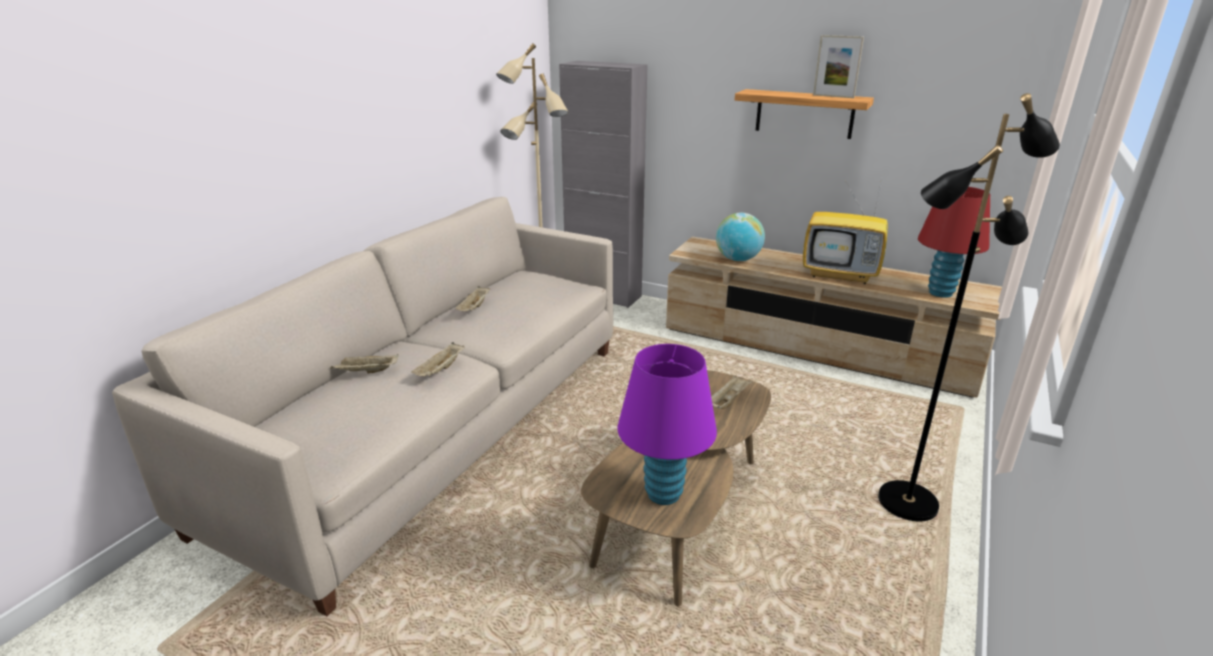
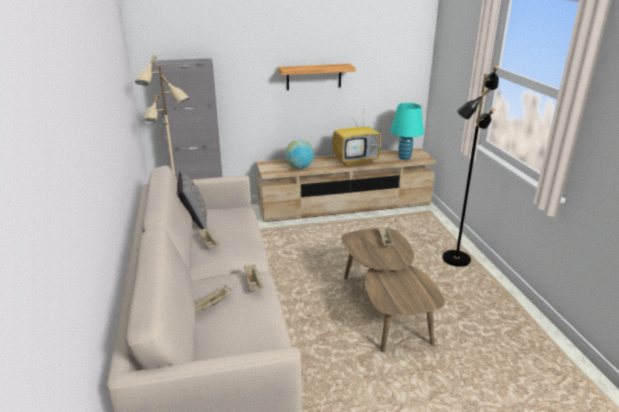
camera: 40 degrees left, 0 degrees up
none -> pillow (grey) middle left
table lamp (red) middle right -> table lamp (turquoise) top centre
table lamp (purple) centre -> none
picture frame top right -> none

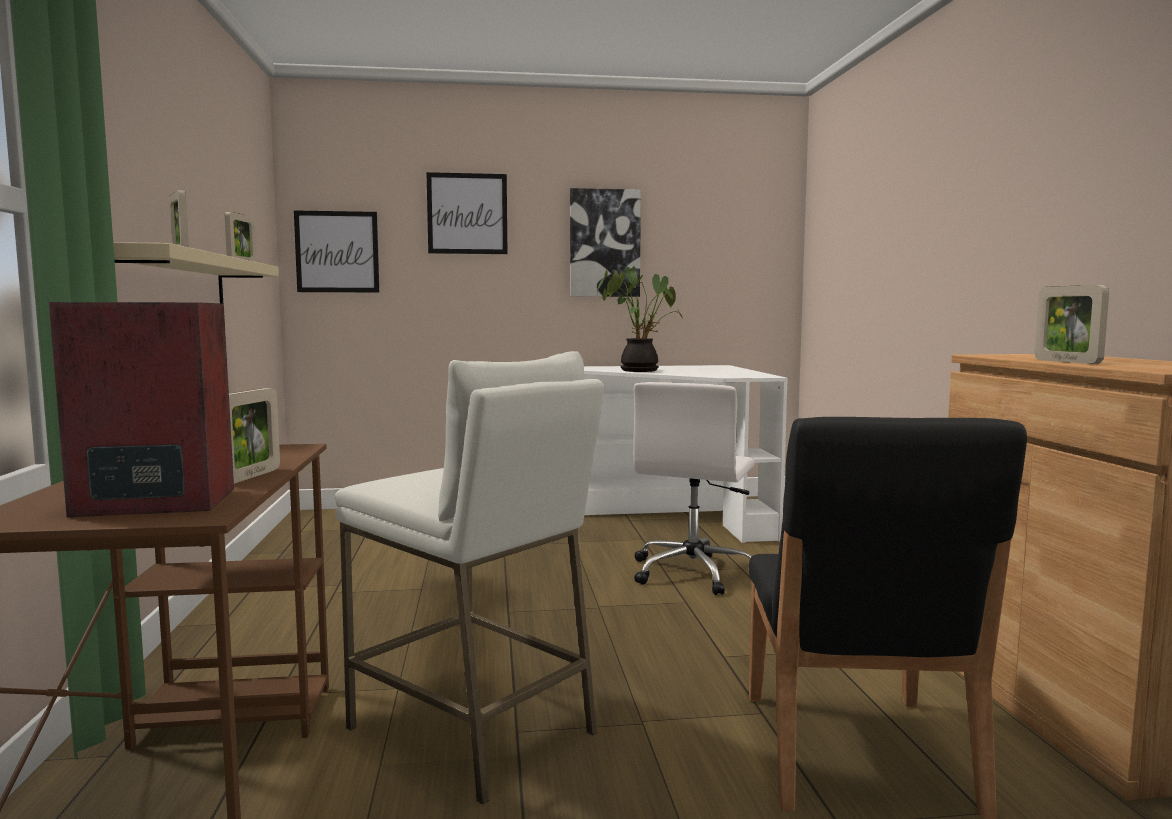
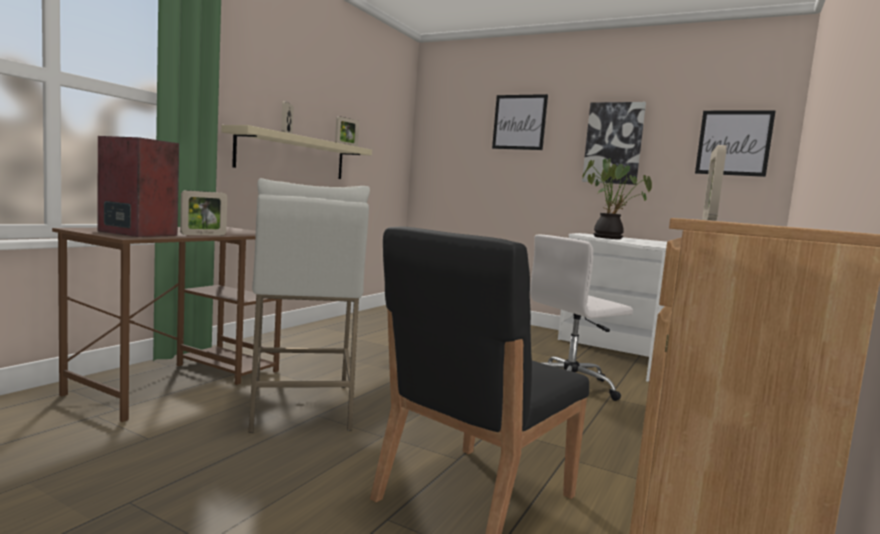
camera: 35 degrees right, 0 degrees up
picture (1st from left in the first image) top left -> picture (3rd from left) top right, moved

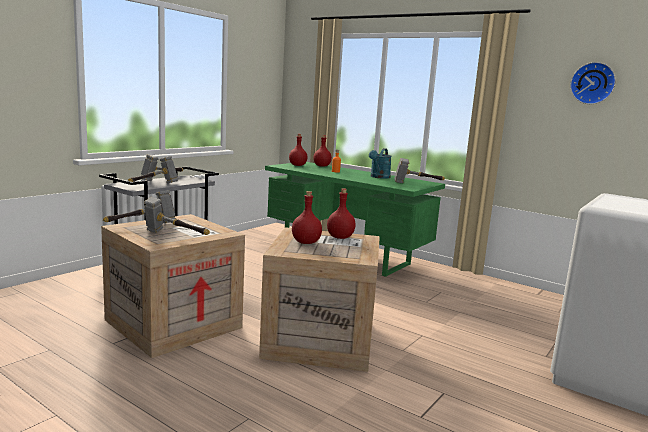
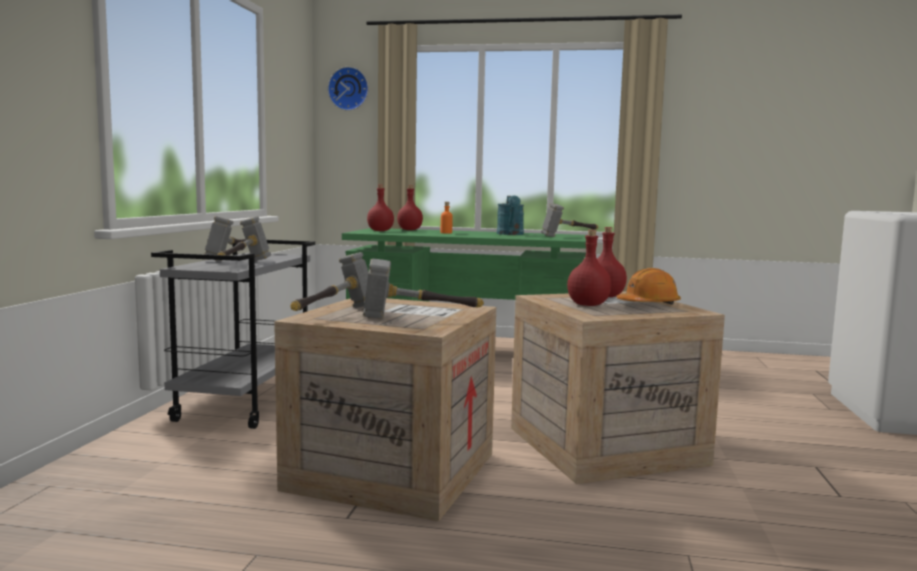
camera: 25 degrees left, 5 degrees down
wall clock top right -> wall clock top centre, moved
none -> hard hat (orange) middle right

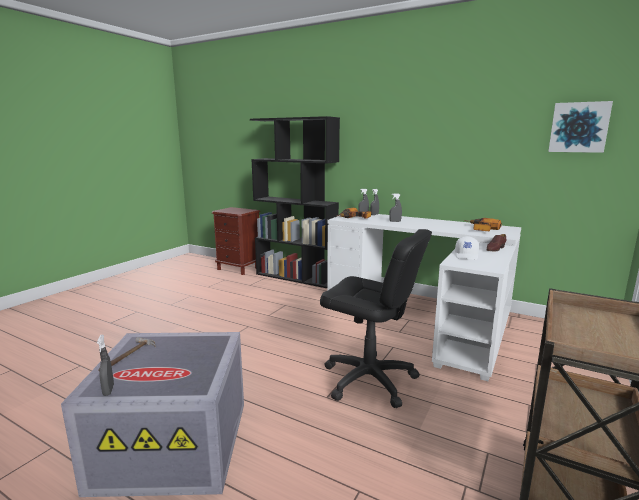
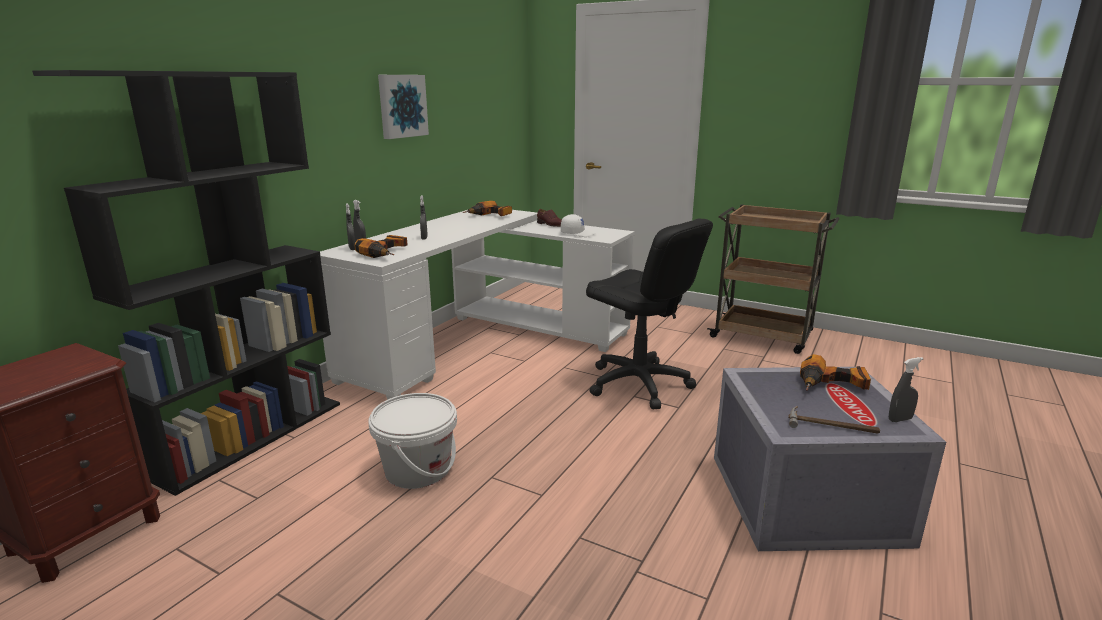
camera: 90 degrees left, 5 degrees up
none -> bucket (white) bottom centre
picture top right -> picture top centre, moved
office chair (black) centre, 105 degrees clockwise
none -> power drill (3rd from left) middle right

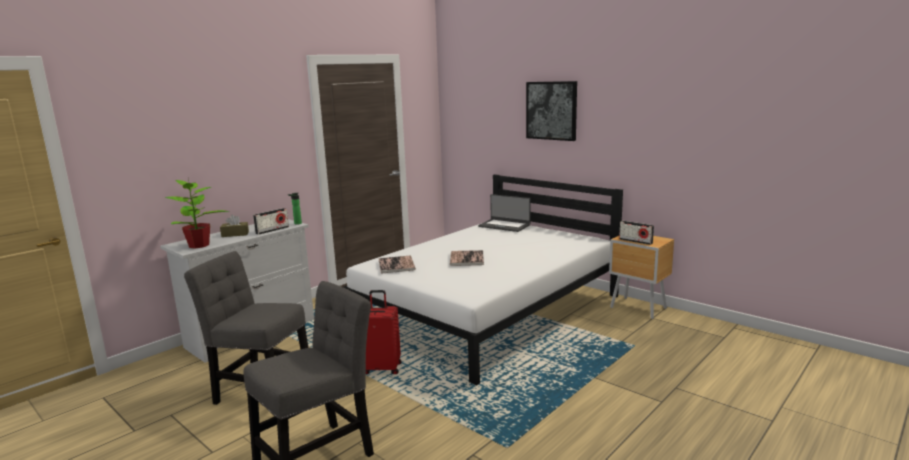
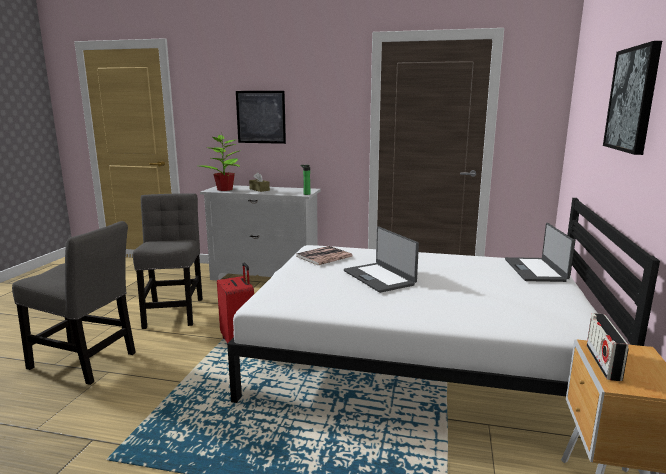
camera: 60 degrees right, 0 degrees up
none -> picture (1st from left) top centre
book (2nd from left) centre -> laptop (1st from left) centre
radio (1st from left) middle left -> none

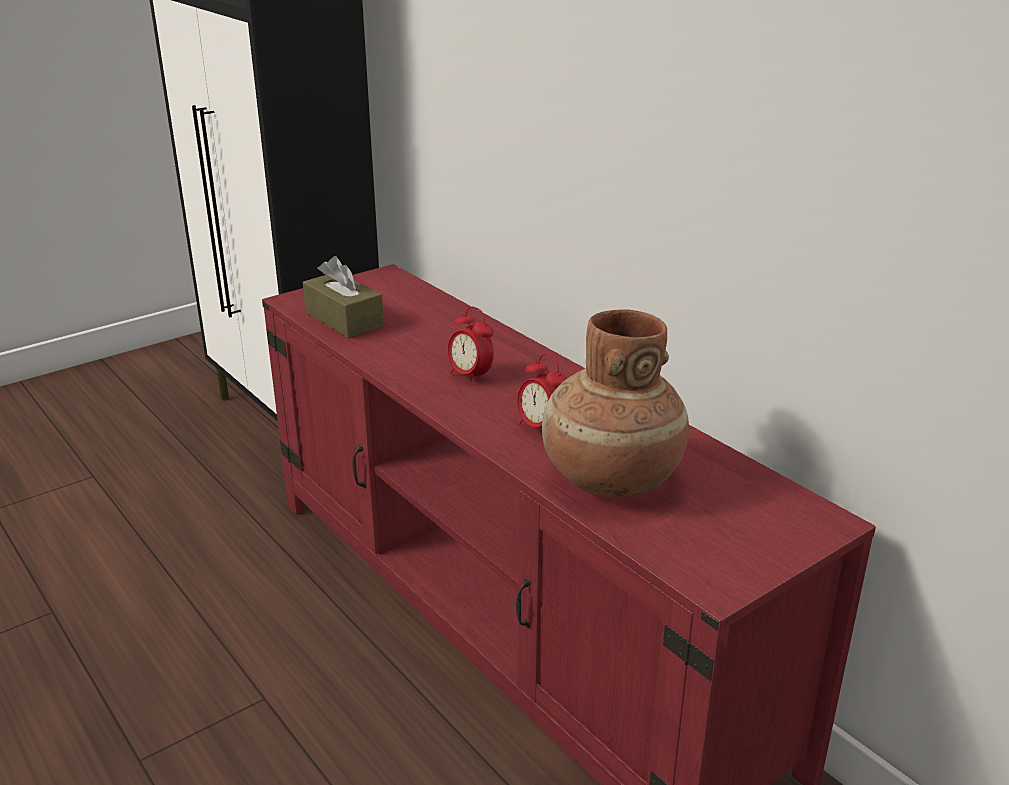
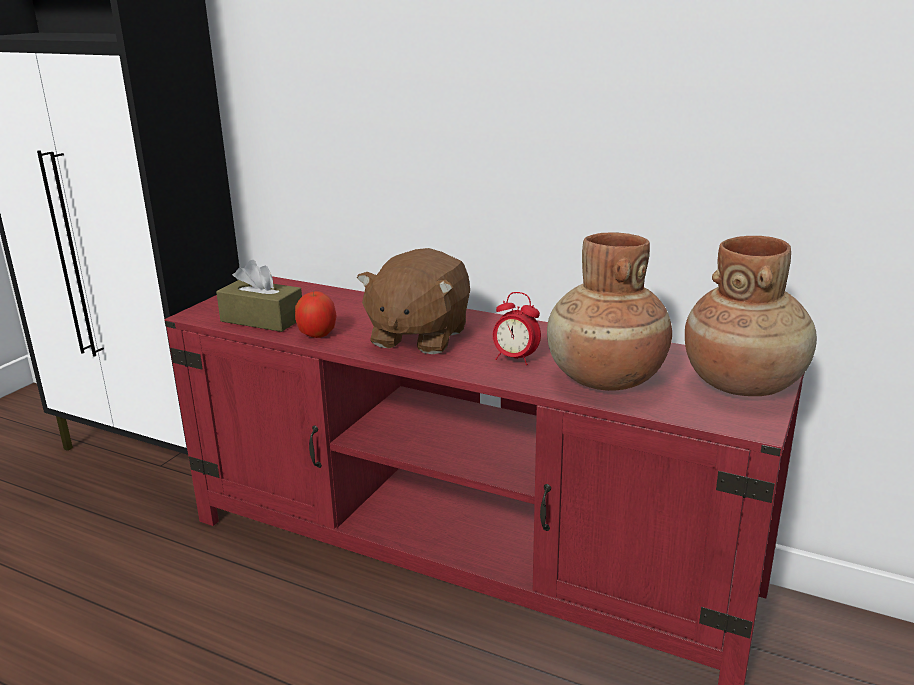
camera: 25 degrees left, 5 degrees down
none -> apple centre
alarm clock (1st from left) centre -> plush toy (brown) centre
none -> vase (brown) (2nd from left) middle right

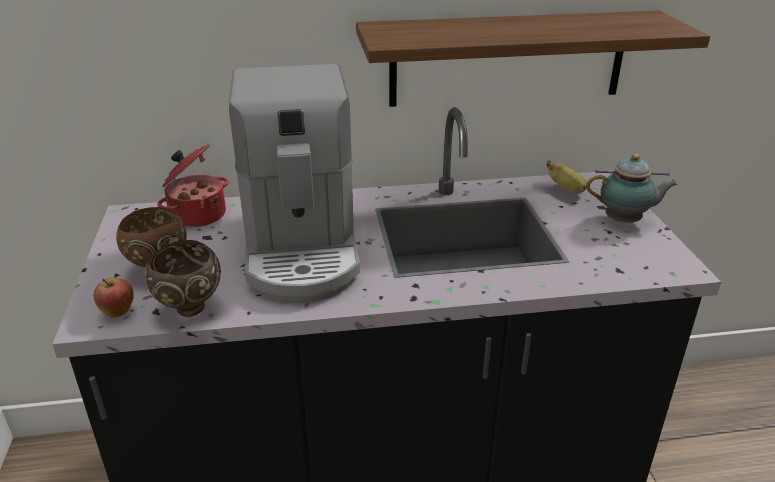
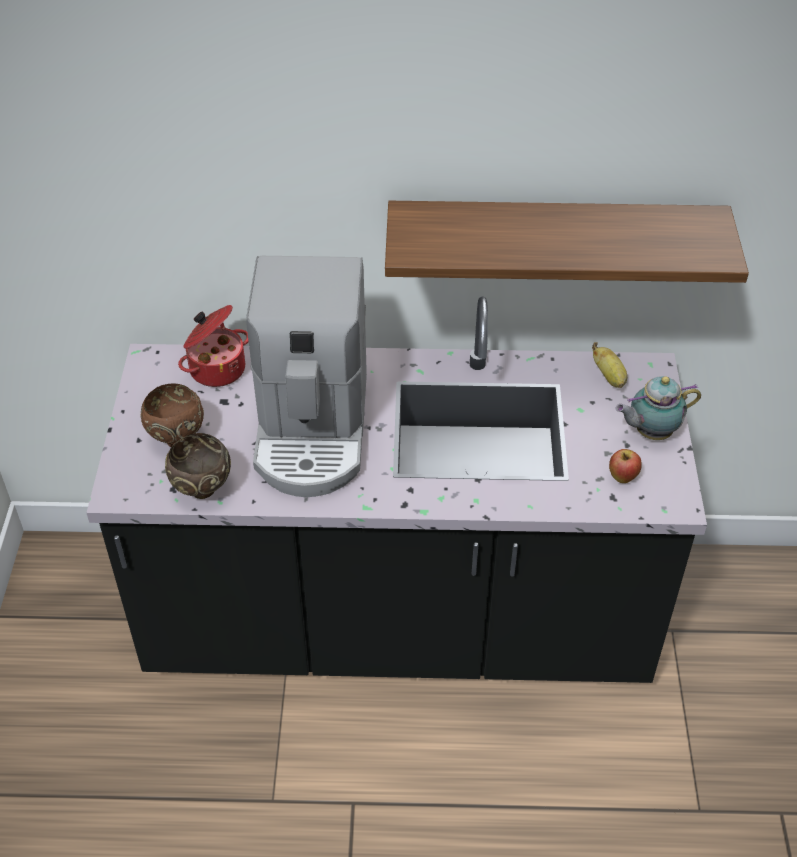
camera: 10 degrees right, 15 degrees up
apple middle left -> apple middle right, moved
teapot middle right, 150 degrees clockwise

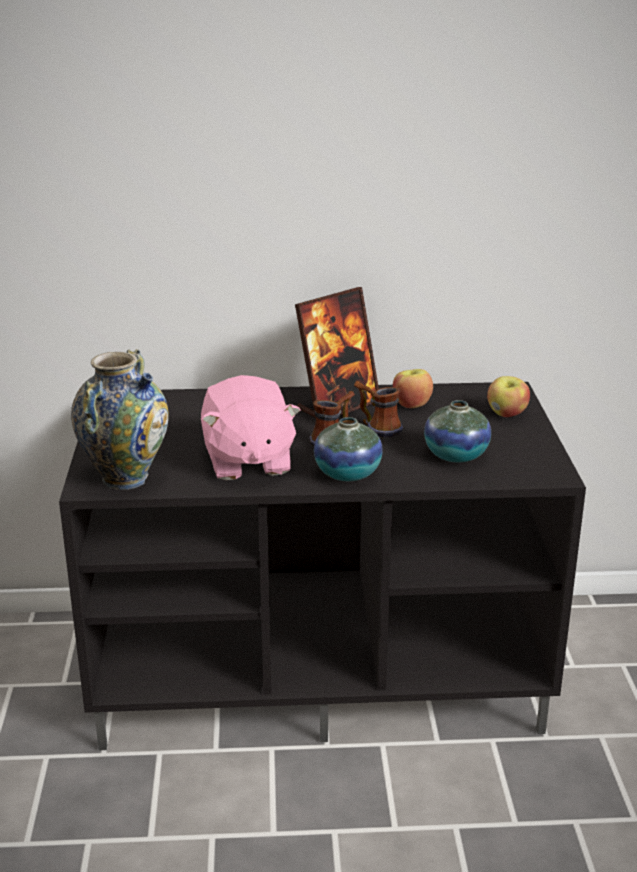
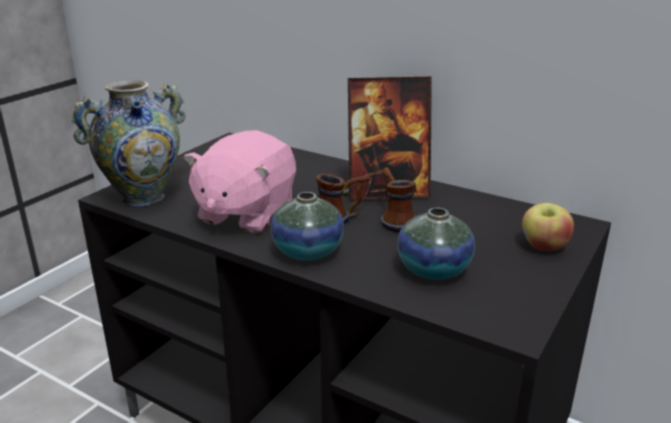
camera: 35 degrees right, 0 degrees up
apple (1st from left) centre -> none

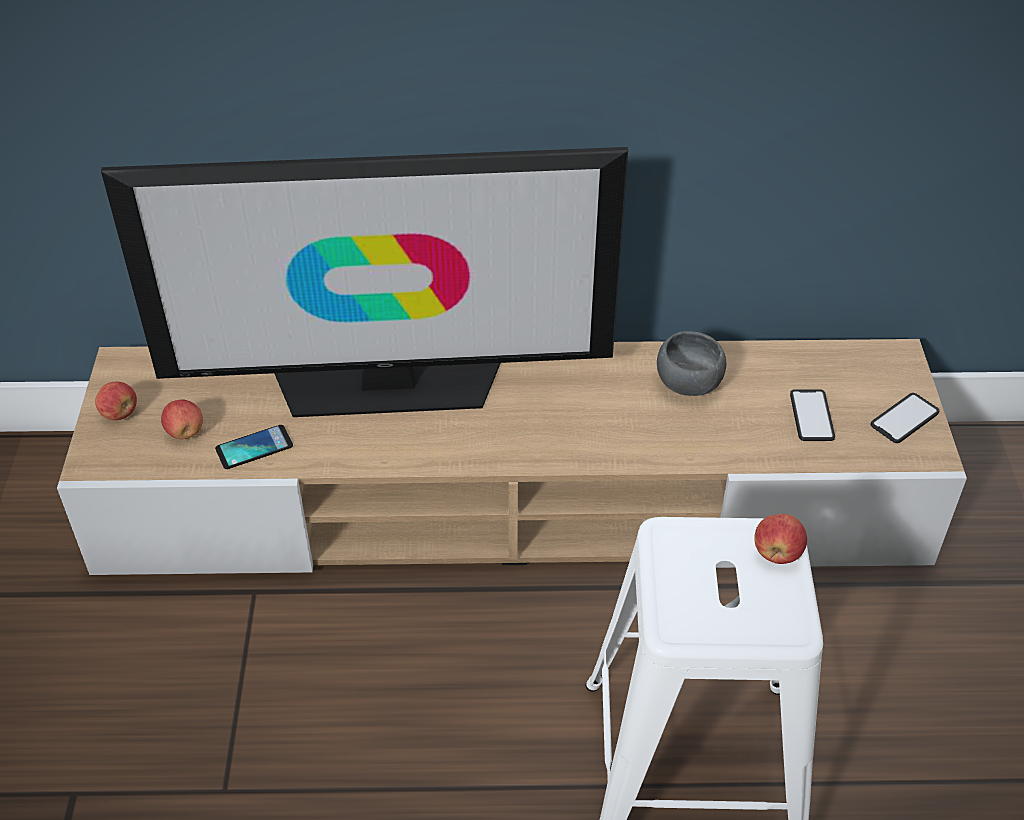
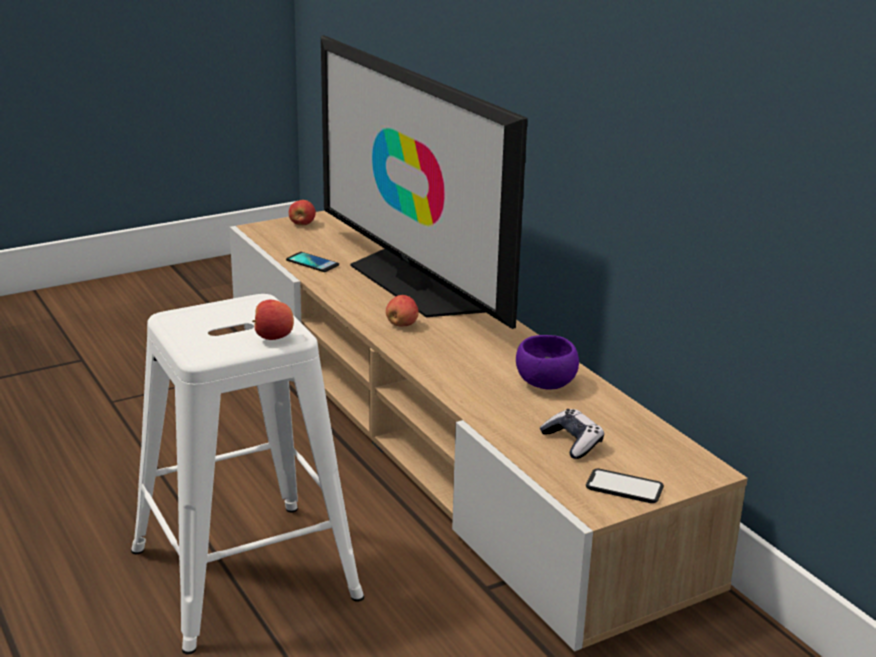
camera: 60 degrees right, 20 degrees down
apple (2nd from left in the first image) middle left -> apple (3rd from left) centre, moved
bowl (grey) middle right -> bowl (purple) centre
phone (2nd from left) middle right -> game controller centre

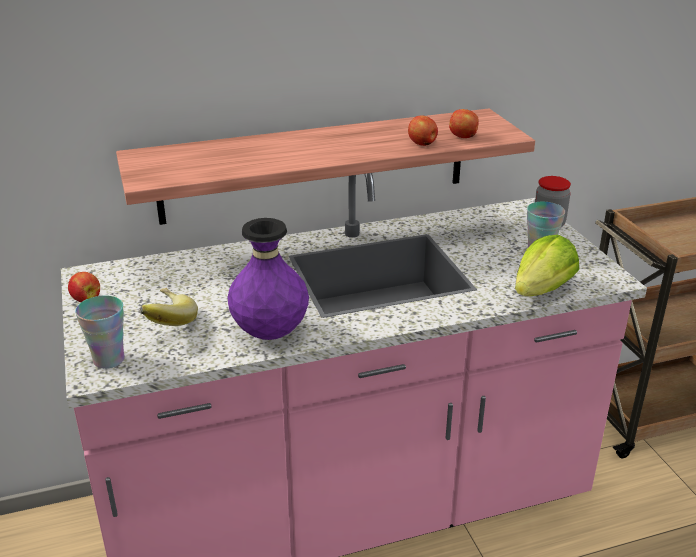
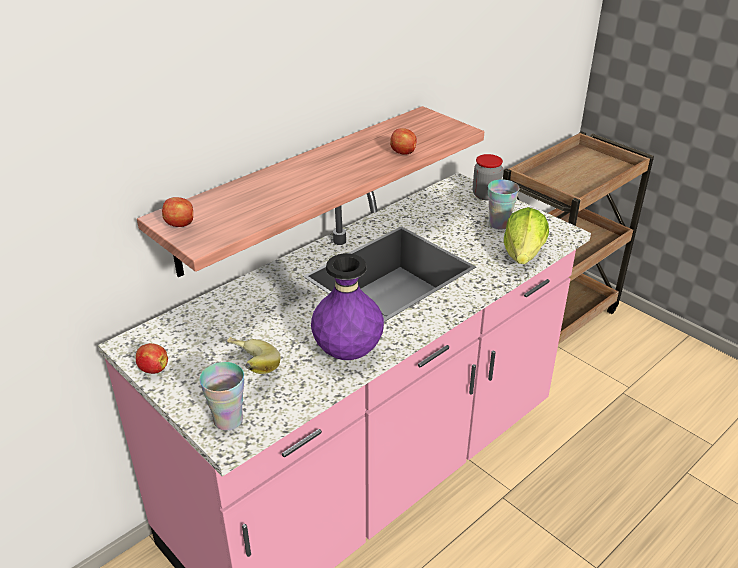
camera: 25 degrees left, 5 degrees up
apple (3rd from left in the first image) top right -> apple (2nd from left) middle left, moved

